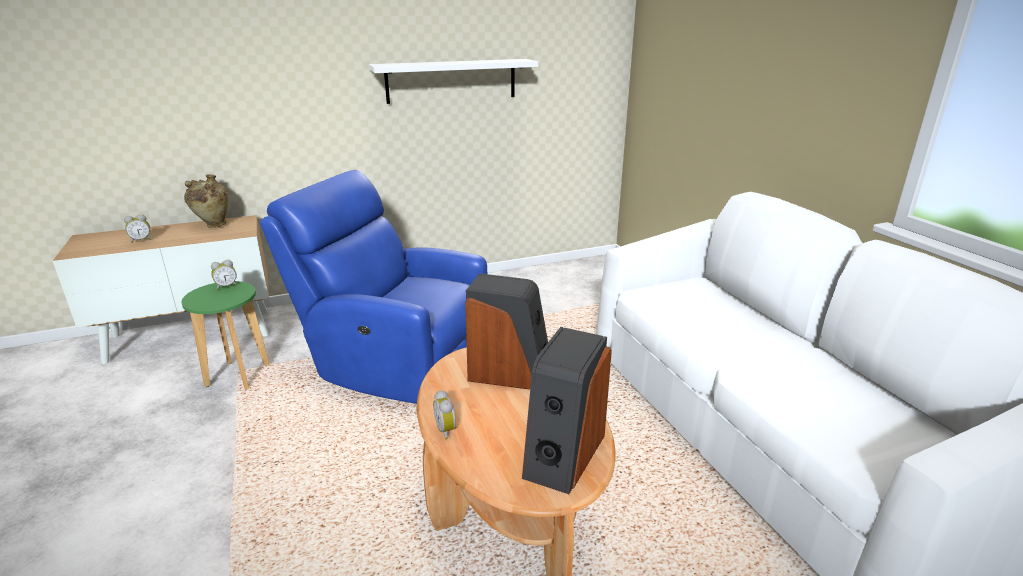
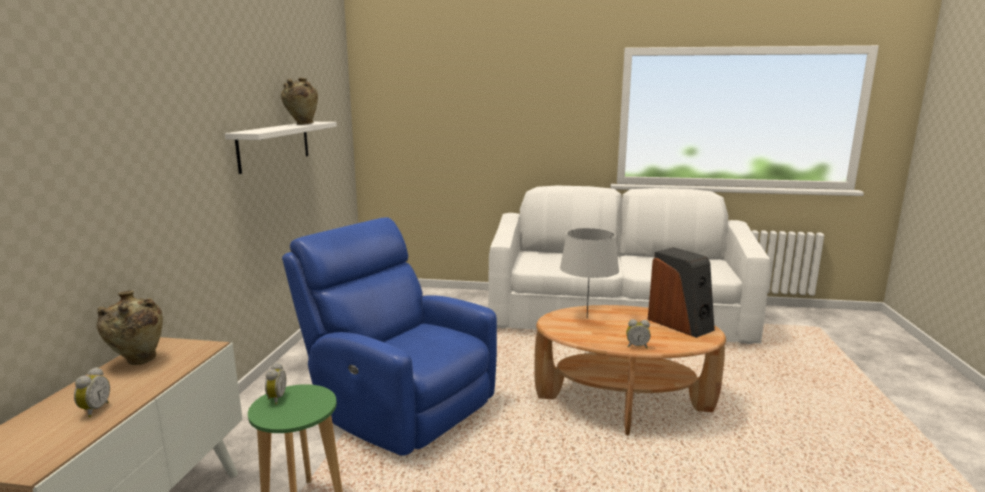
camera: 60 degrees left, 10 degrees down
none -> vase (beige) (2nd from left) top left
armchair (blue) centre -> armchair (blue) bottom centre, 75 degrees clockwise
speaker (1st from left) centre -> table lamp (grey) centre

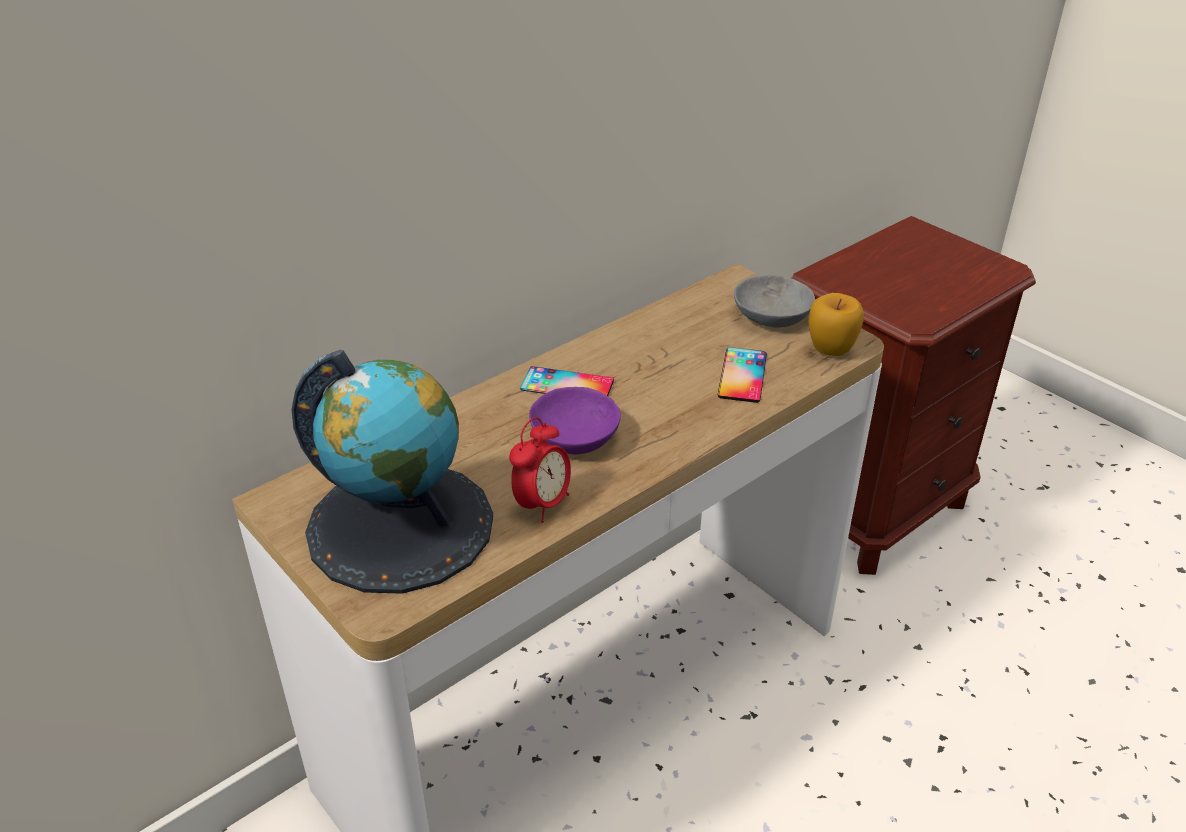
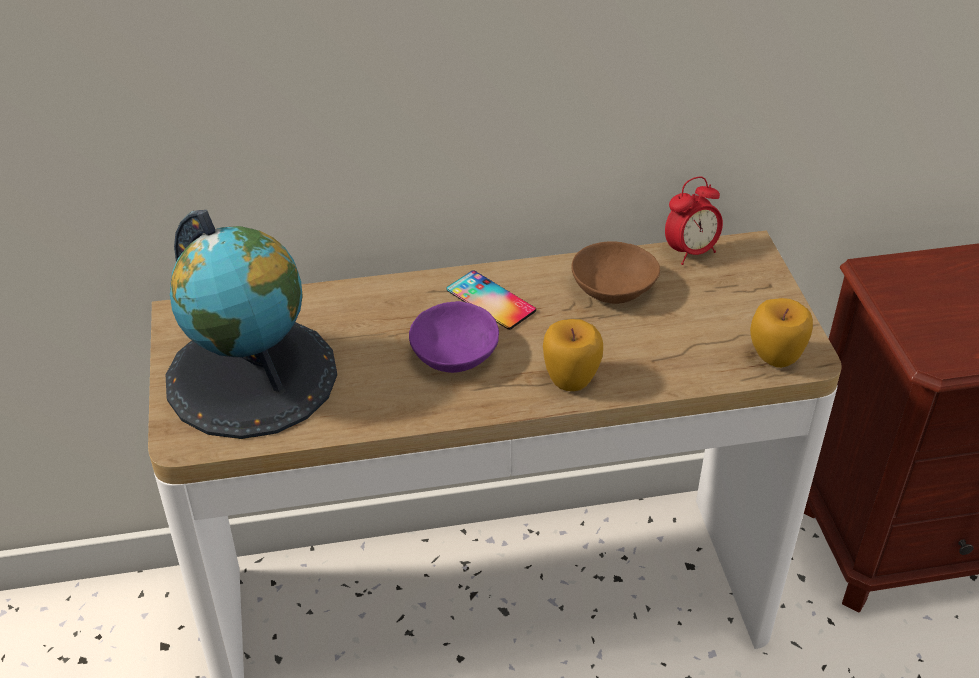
camera: 30 degrees right, 5 degrees up
none -> apple (1st from left) centre
none -> bowl (brown) centre
alarm clock centre -> alarm clock top right, moved
phone (2nd from left) centre -> none
bowl (grey) centre -> none

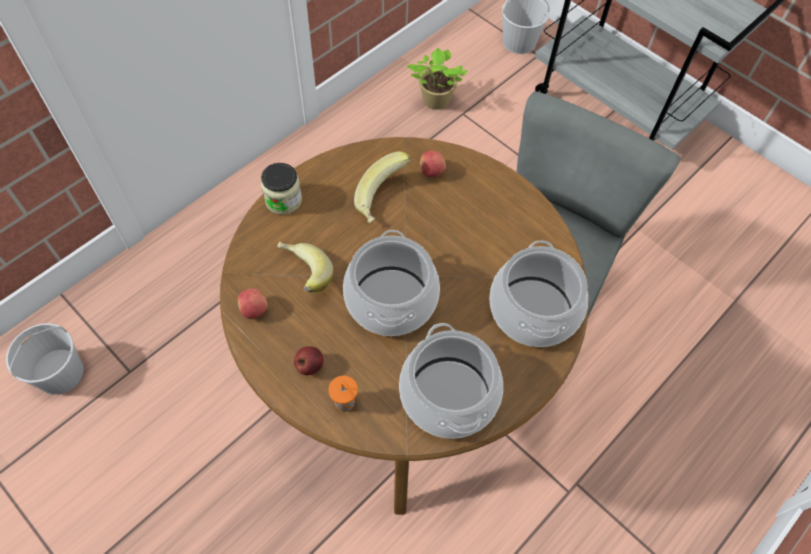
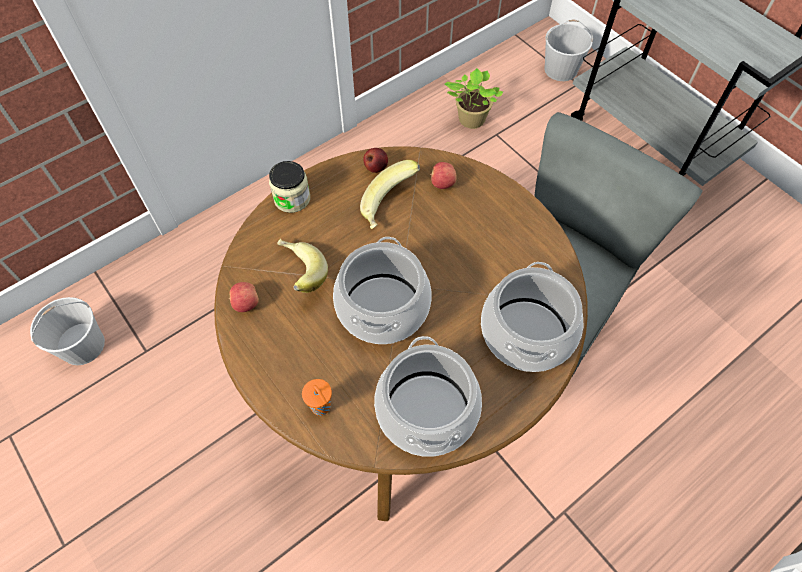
camera: 10 degrees right, 0 degrees up
apple (2nd from left) centre -> apple (2nd from left) top centre, moved

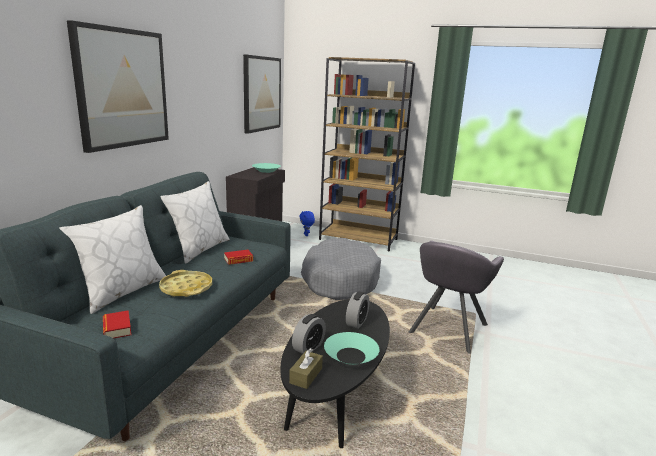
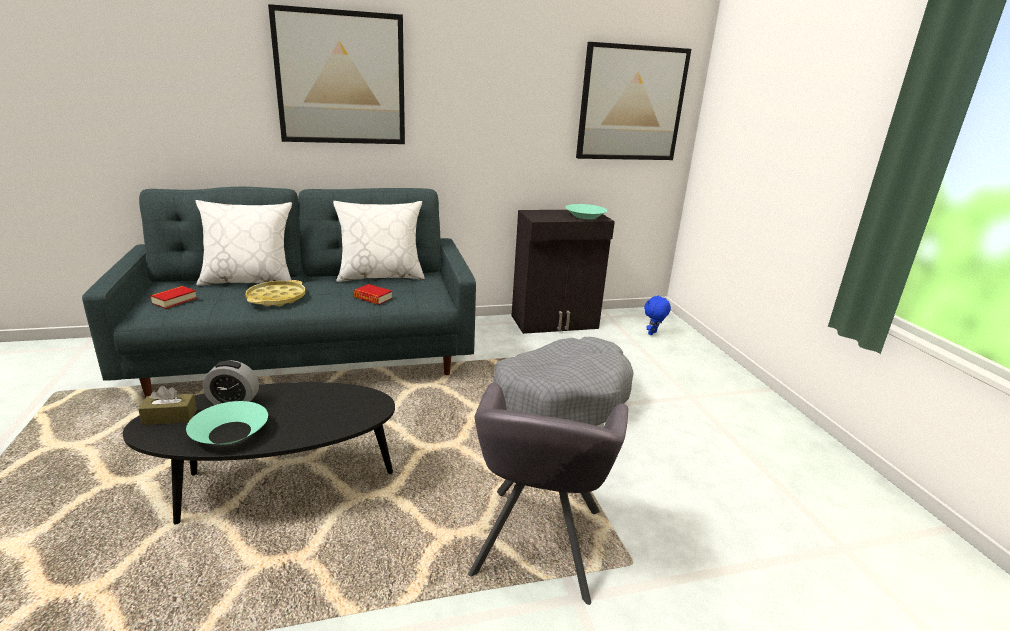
camera: 55 degrees right, 5 degrees up
armchair (grey) middle right -> armchair (grey) bottom centre, 75 degrees counterclockwise
bookcase (brown) centre -> none
alarm clock (2nd from left) bottom centre -> none

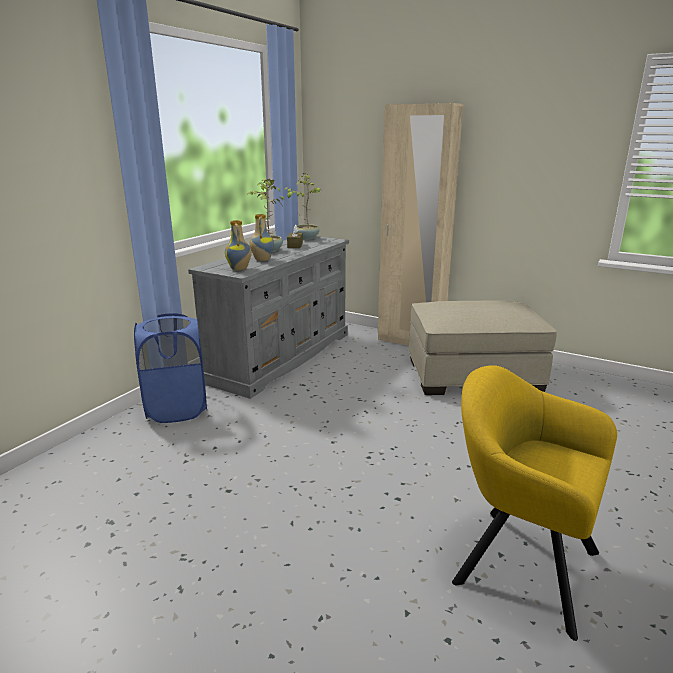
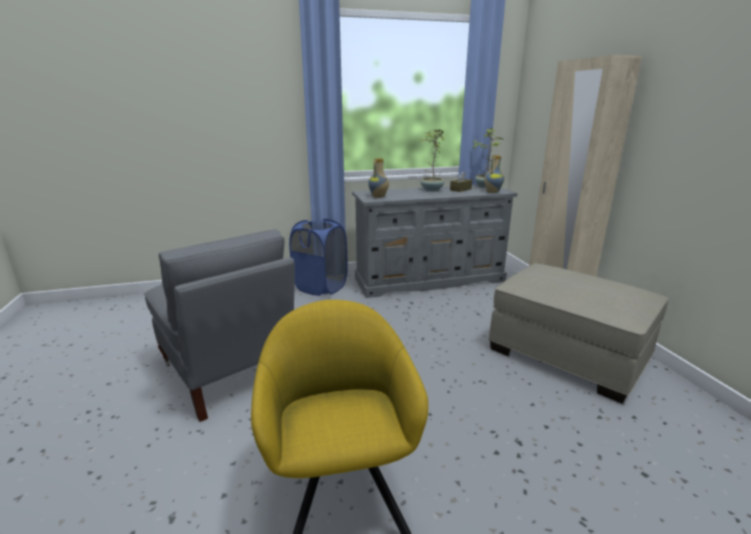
camera: 45 degrees right, 0 degrees up
none -> armchair (grey) middle left
vase (2nd from left) centre -> vase (2nd from left) top centre, moved

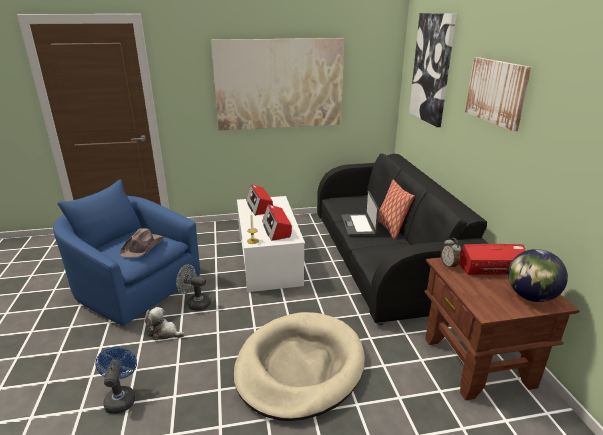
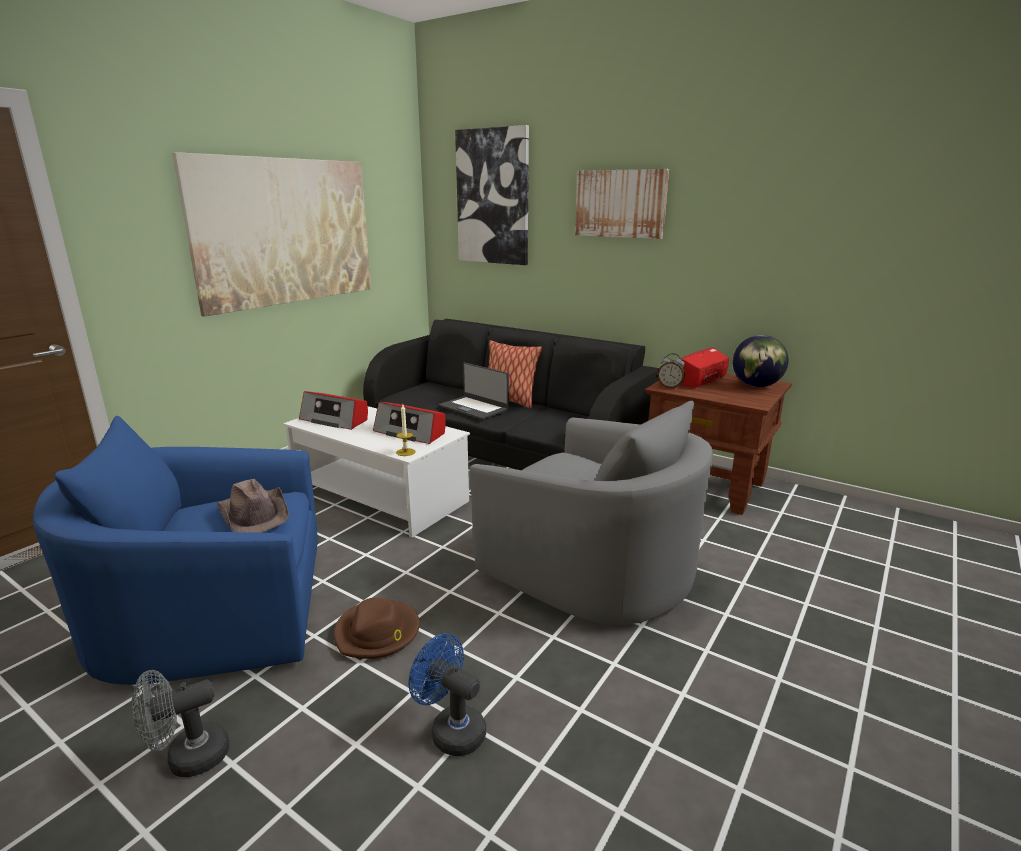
camera: 45 degrees left, 5 degrees down
fan (grey) middle left -> fan (grey) bottom left, moved
plush toy bottom left -> hat (brown) (2nd from left) bottom centre
dog bed (beige) bottom centre -> armchair (grey) centre

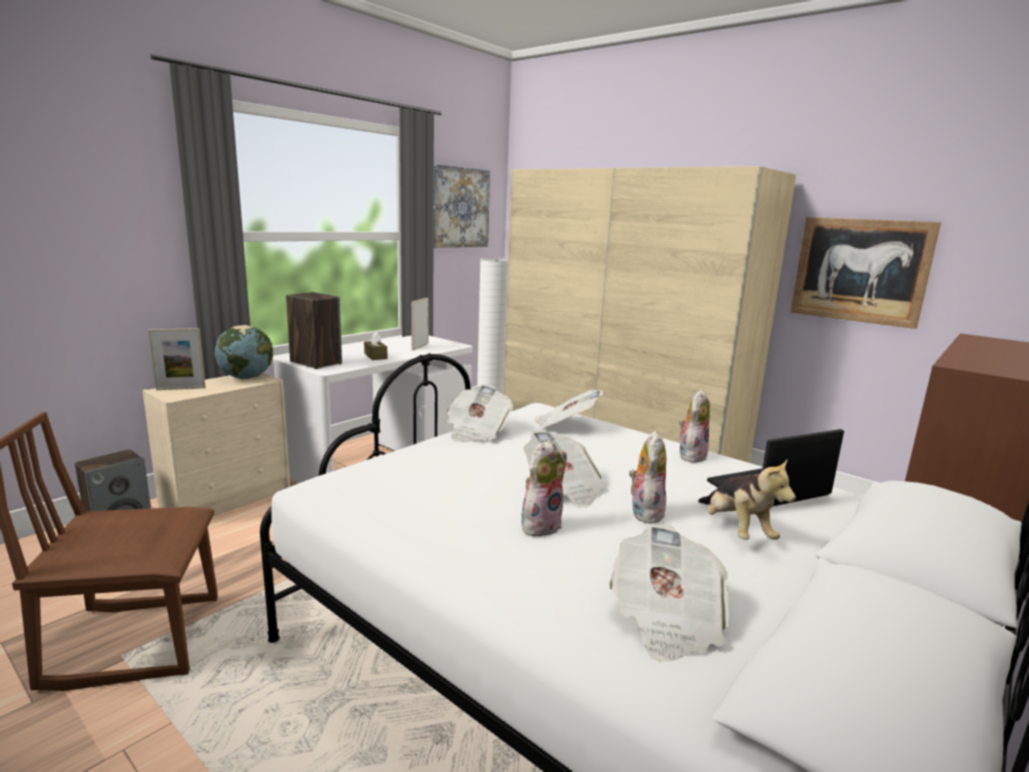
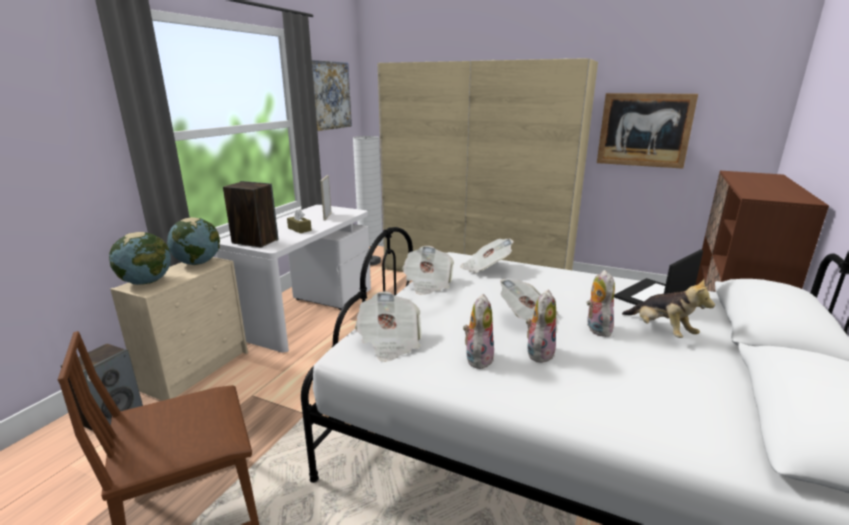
camera: 15 degrees left, 5 degrees up
picture frame (1st from left) middle left -> globe (1st from left) middle left
newspaper (4th from left in the first image) bottom centre -> newspaper (1st from left) centre, moved
plush toy (3rd from left in the first image) middle right -> plush toy (1st from left) centre, moved

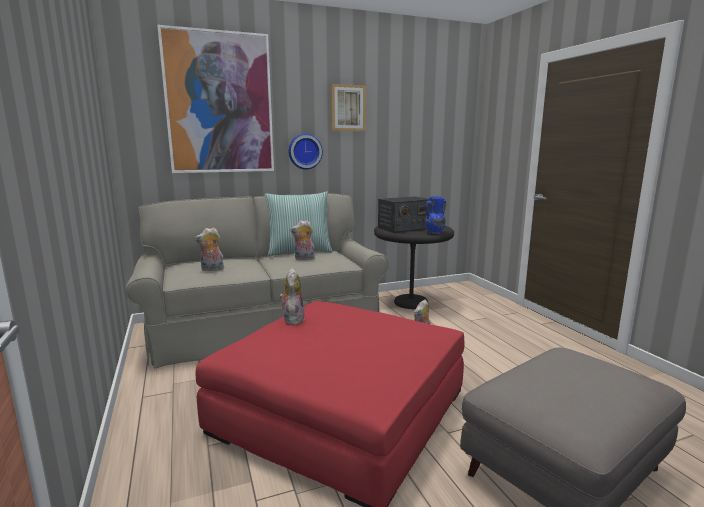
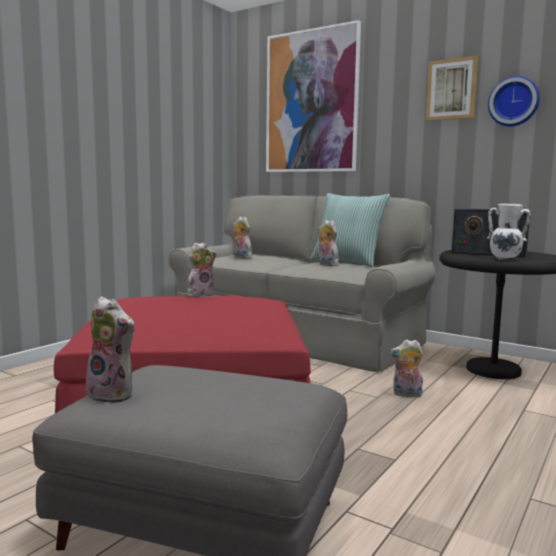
camera: 55 degrees right, 5 degrees down
none -> plush toy (1st from left) middle left
vase (blue) centre -> vase (white) middle right
wall clock top centre -> wall clock top right, moved

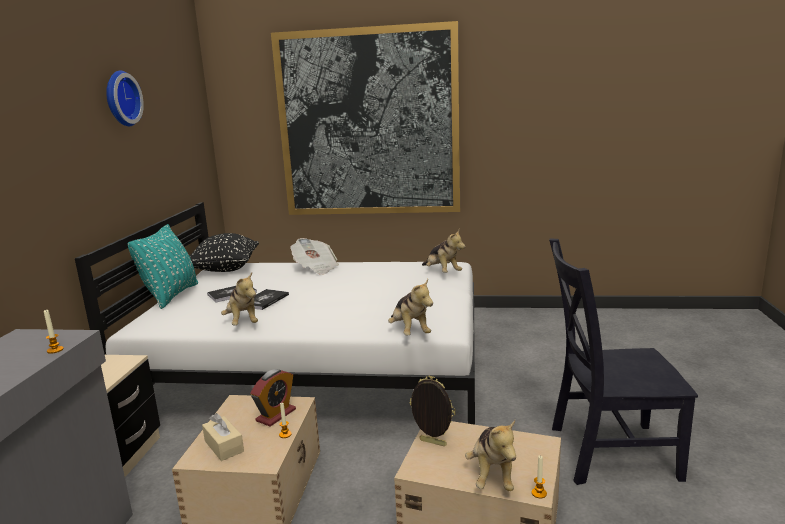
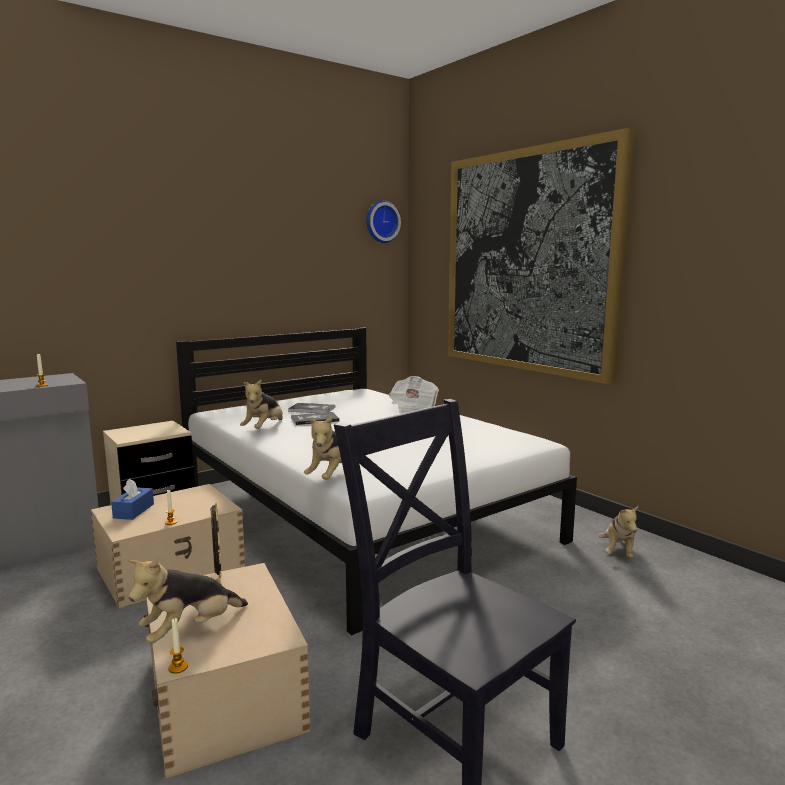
camera: 45 degrees right, 5 degrees down
tissue box (beige) bottom left -> tissue box (blue) middle left
wall clock top left -> wall clock top centre, moved
plush toy (3rd from left in the first image) centre -> plush toy (4th from left) bottom right, moved
pillow (turquoise) middle left -> none
pillow (black) middle left -> none
alarm clock bottom centre -> none

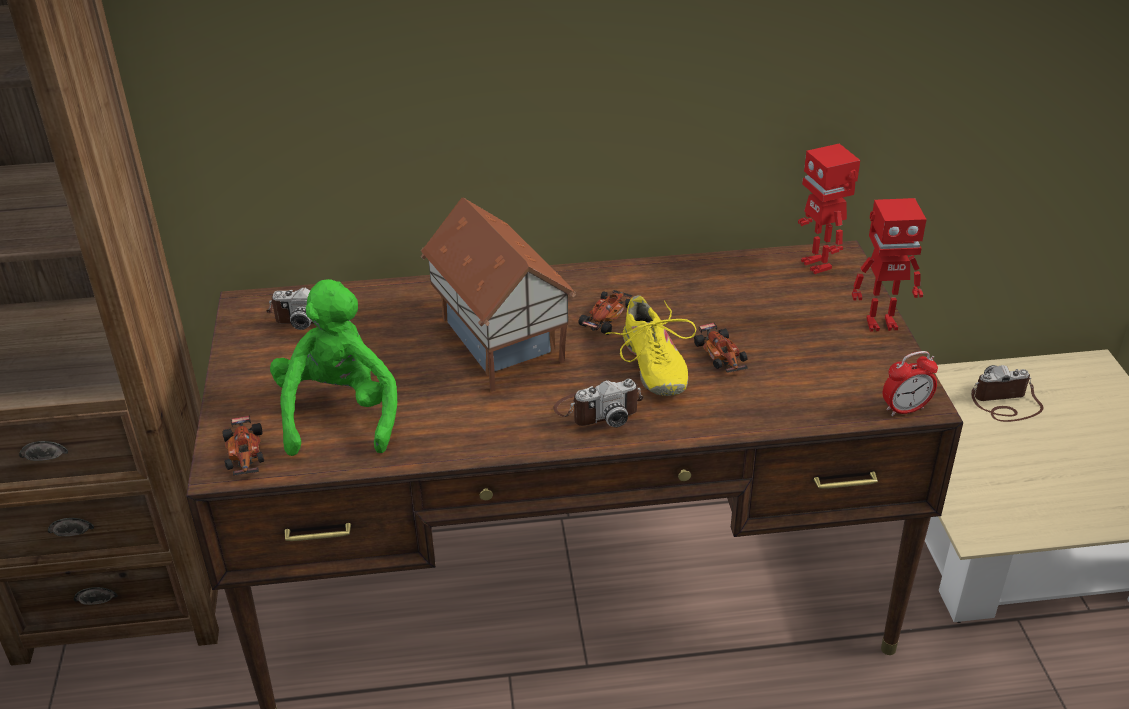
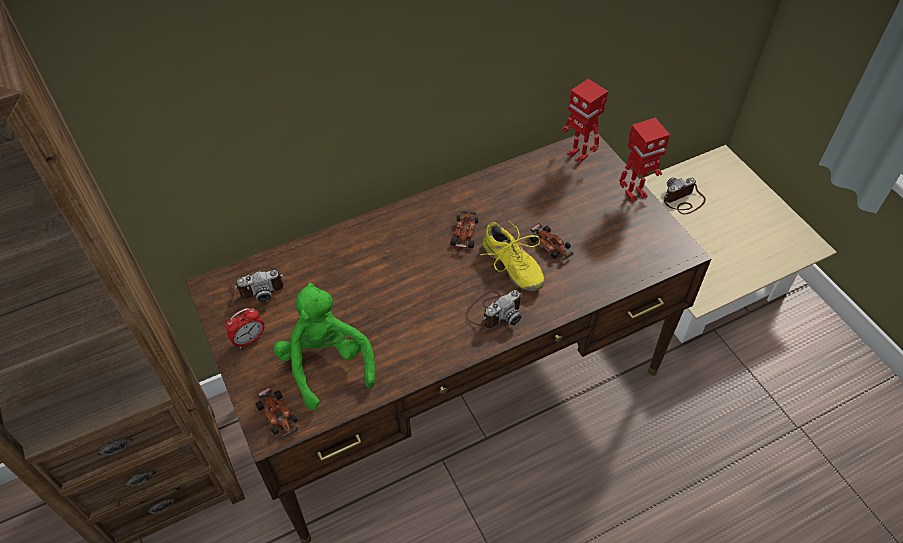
camera: 20 degrees left, 15 degrees up
alarm clock middle right -> alarm clock middle left, moved
toy house centre -> none

